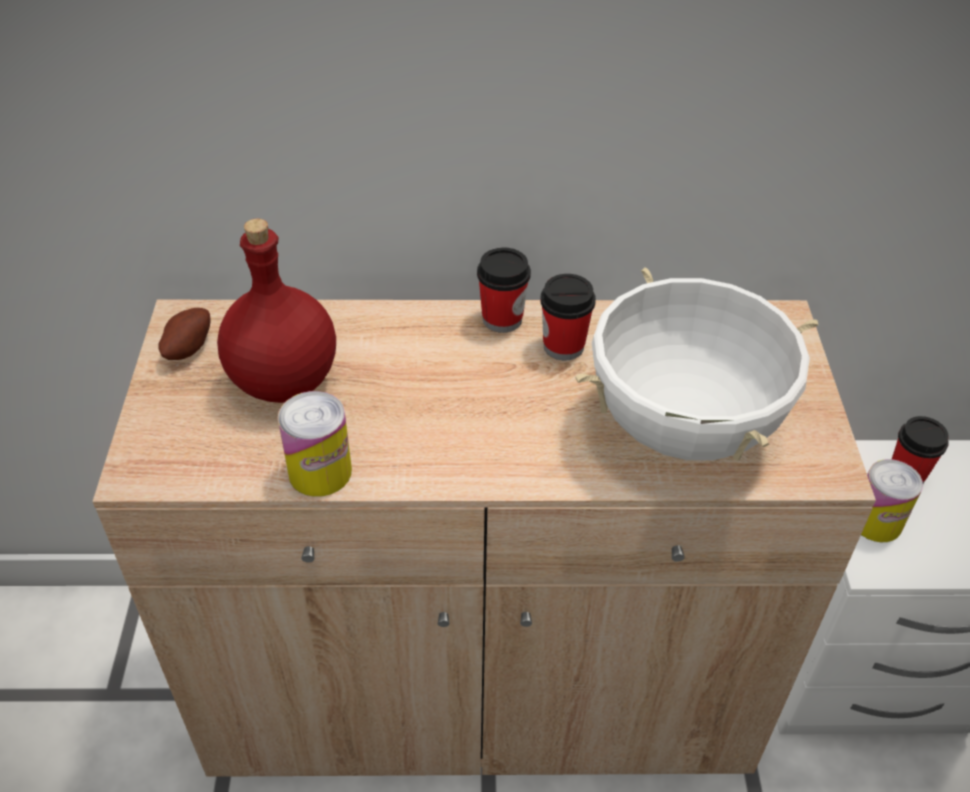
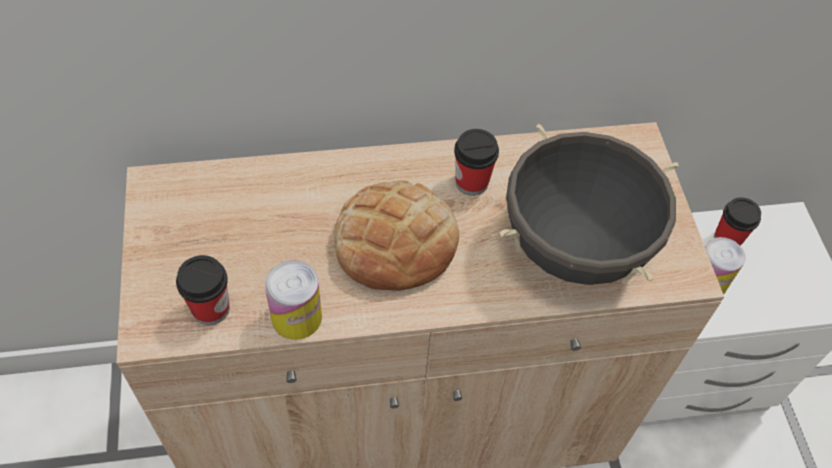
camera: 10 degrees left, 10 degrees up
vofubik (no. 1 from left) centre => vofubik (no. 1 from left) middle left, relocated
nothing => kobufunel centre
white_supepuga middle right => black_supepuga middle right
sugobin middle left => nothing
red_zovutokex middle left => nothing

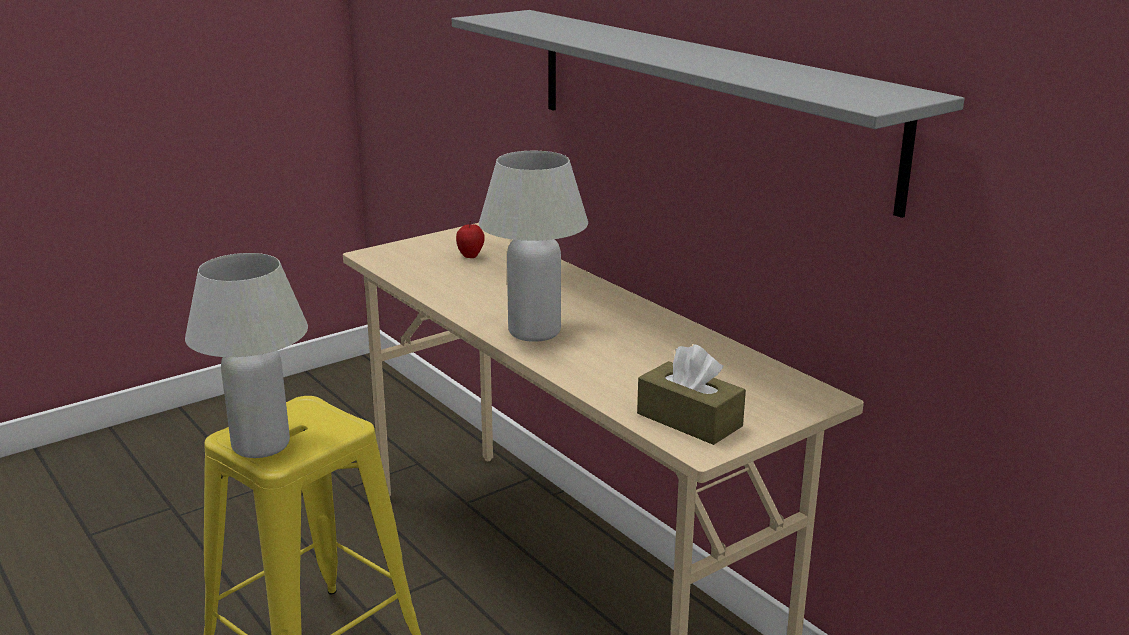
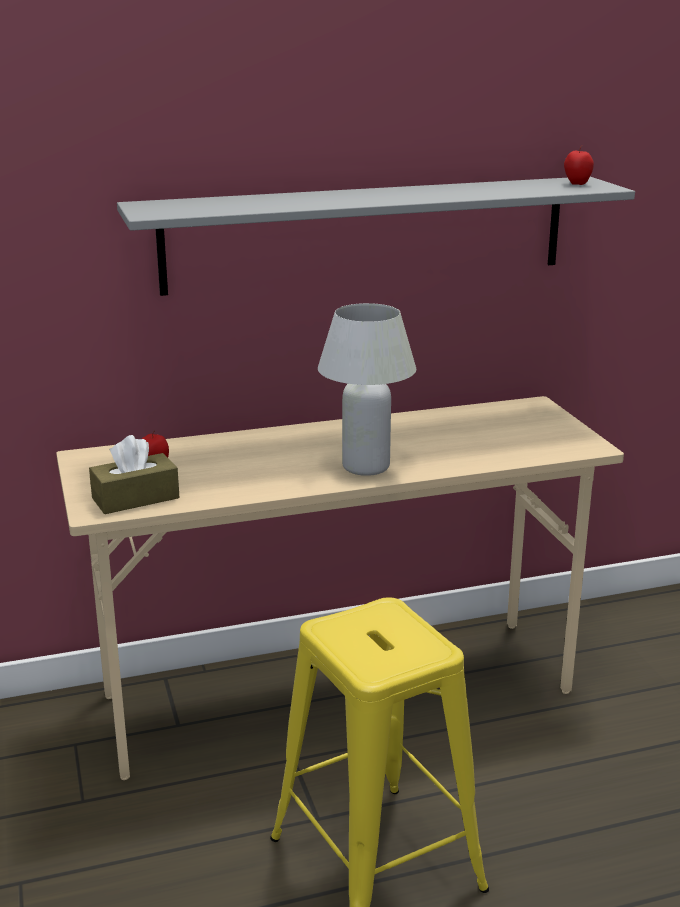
camera: 70 degrees left, 0 degrees up
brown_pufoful centre => brown_pufoful middle left, relocated
nothing => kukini (no. 2 from left) top right
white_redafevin (no. 1 from left) middle left => nothing

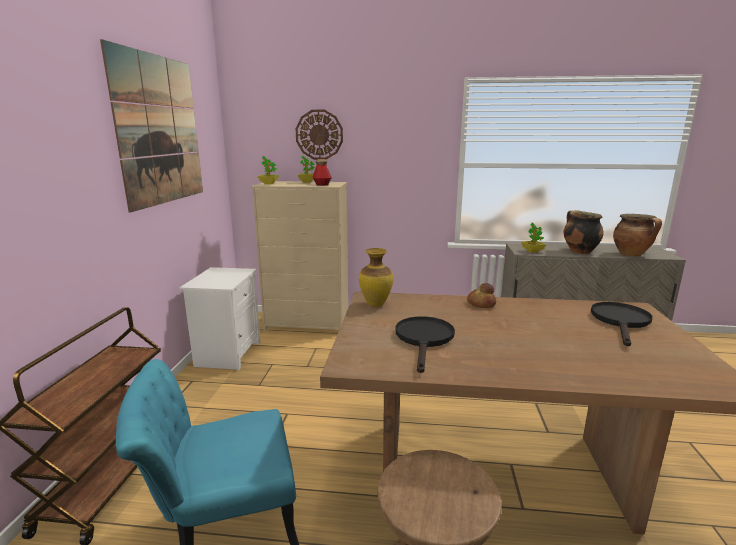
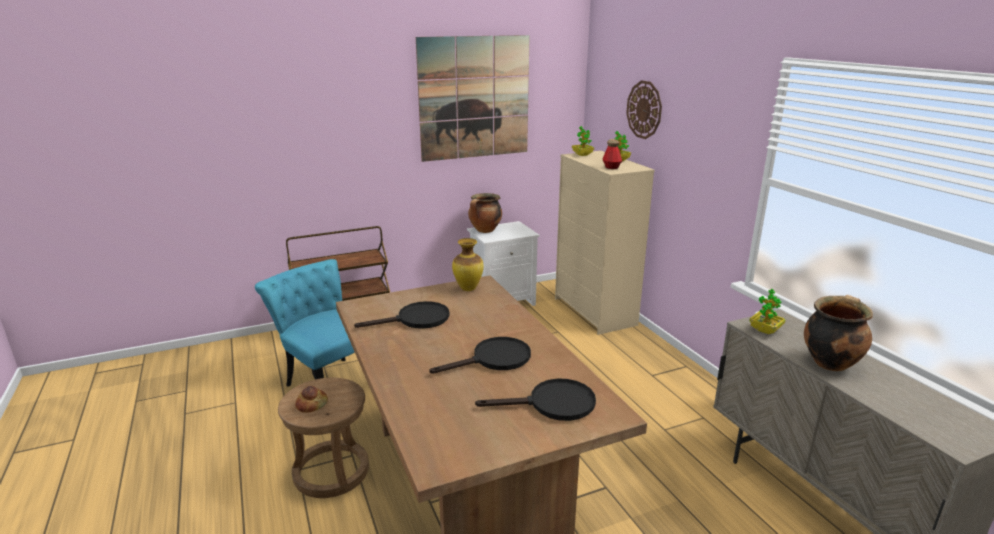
camera: 60 degrees right, 5 degrees up
kobufunel centre => kobufunel bottom left, relocated
nothing => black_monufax (no. 2 from left) centre
supepuga (no. 2 from left in the first image) middle right => supepuga (no. 1 from left) centre, relocated

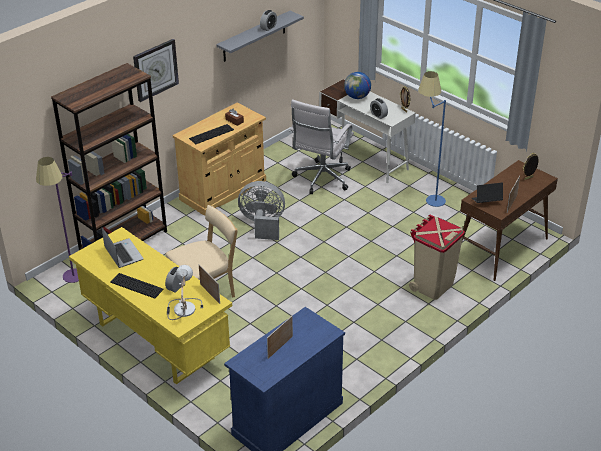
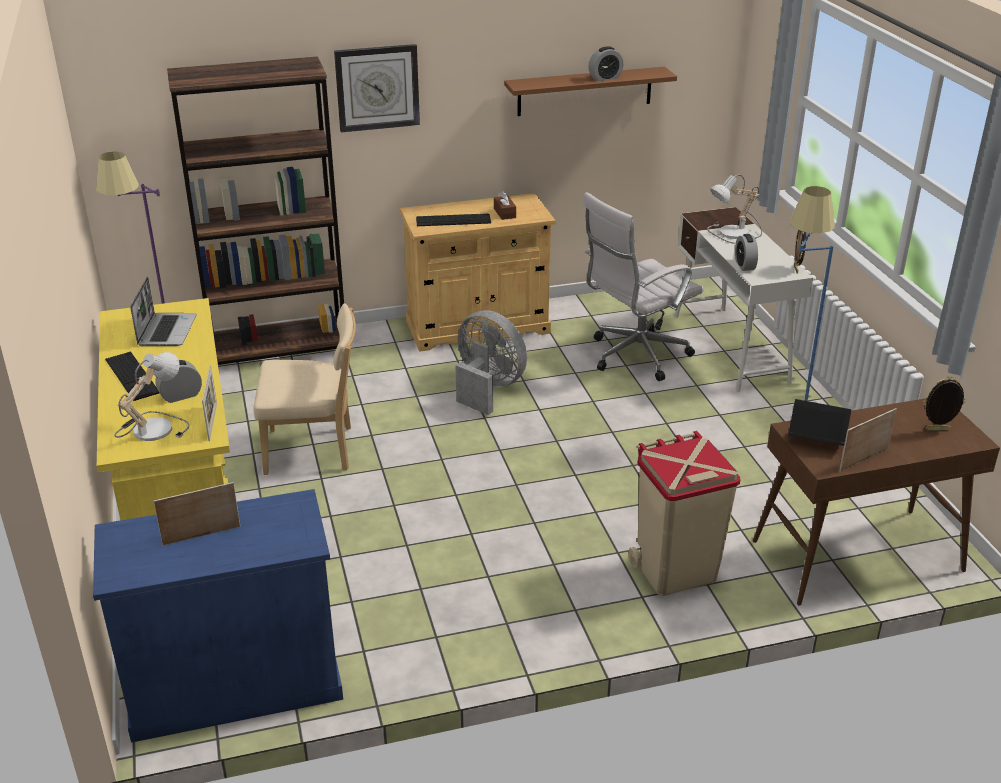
camera: 30 degrees right, 5 degrees down
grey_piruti top centre => brown_piruti top centre
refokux top centre => redafevin (no. 2 from left) top right

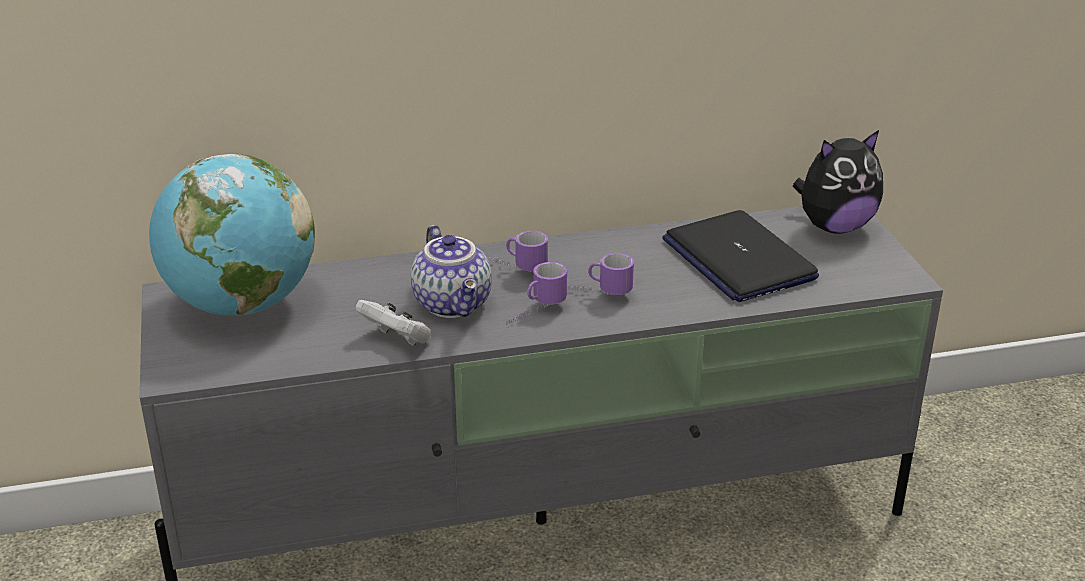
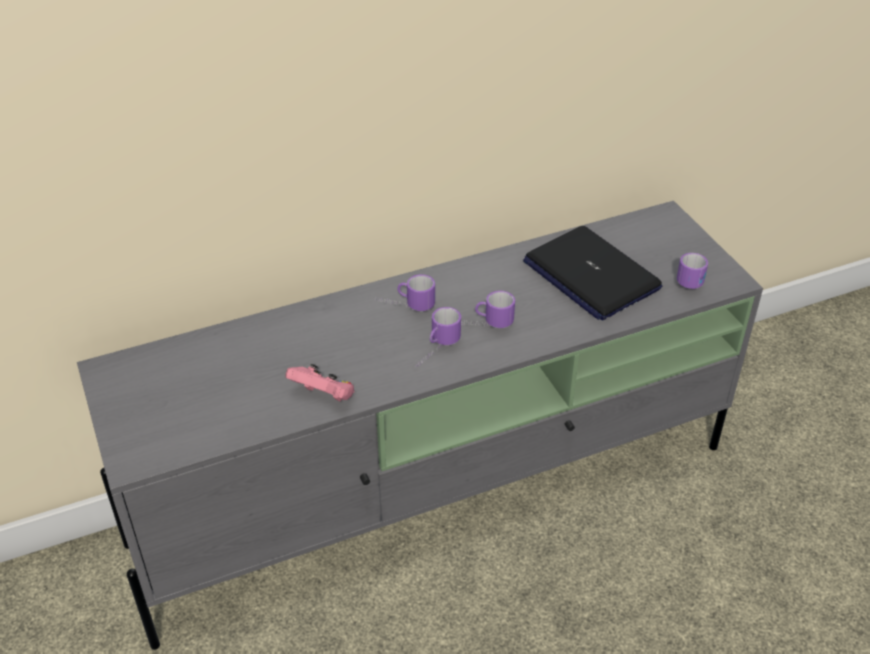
camera: 10 degrees left, 10 degrees up
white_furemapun centre => pink_furemapun centre
nothing => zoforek (no. 4 from left) middle right
refokux middle left => nothing
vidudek centre => nothing
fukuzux top right => nothing

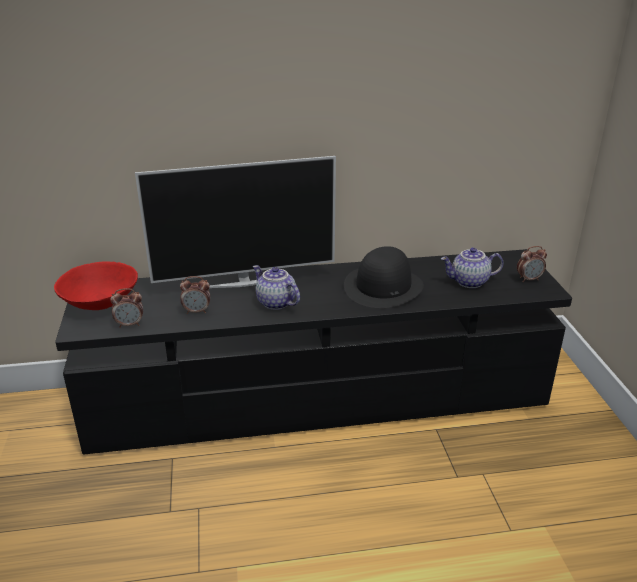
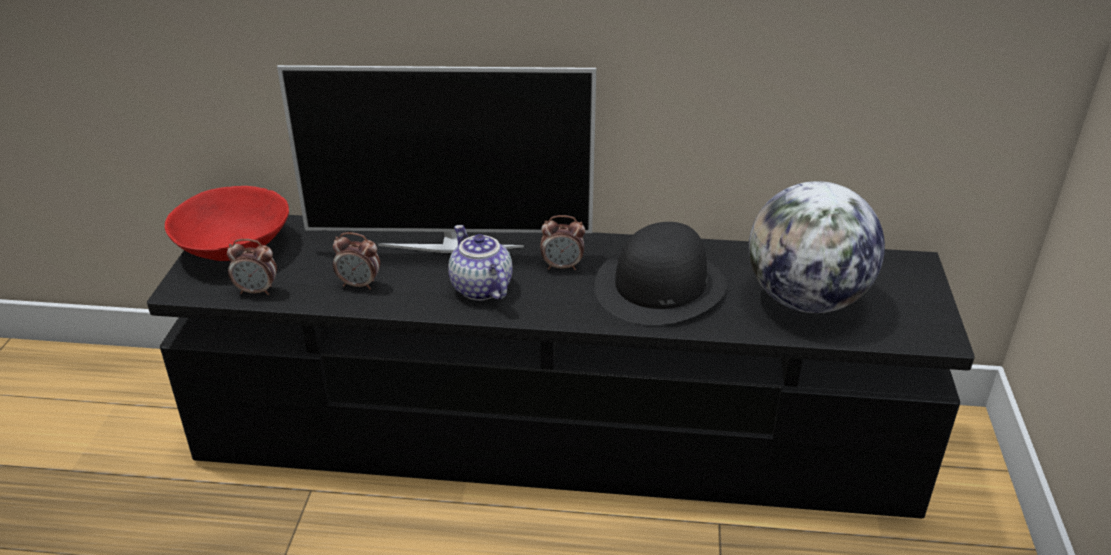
camera: 15 degrees right, 5 degrees up
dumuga (no. 3 from left) middle right => dumuga (no. 3 from left) centre, relocated
vidudek (no. 2 from left) middle right => refokux middle right

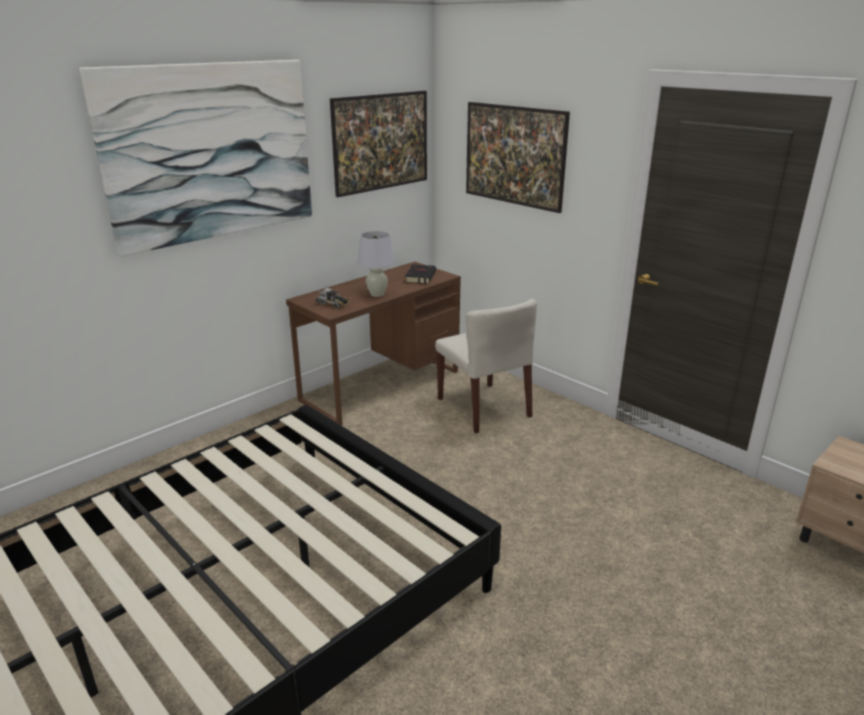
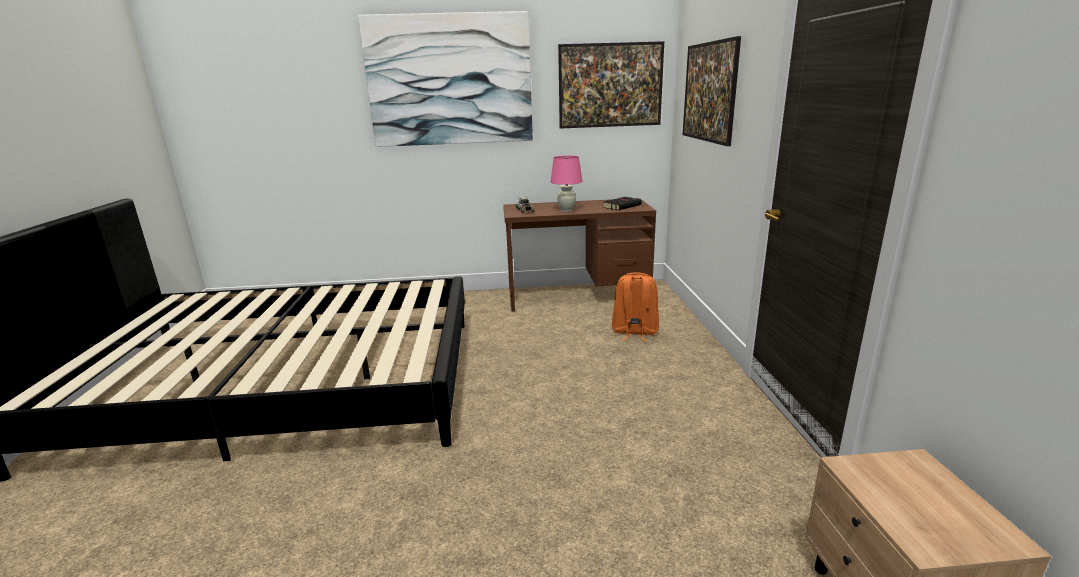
camera: 40 degrees right, 5 degrees down
white_redafevin centre => pink_redafevin top centre
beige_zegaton centre => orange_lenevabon centre

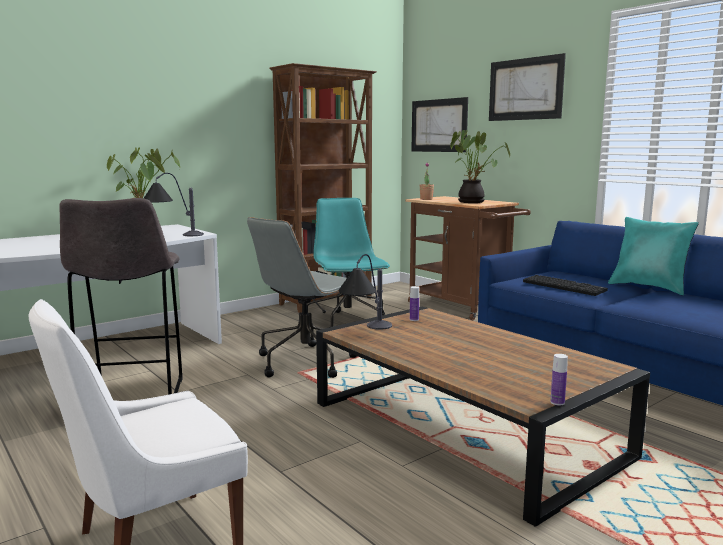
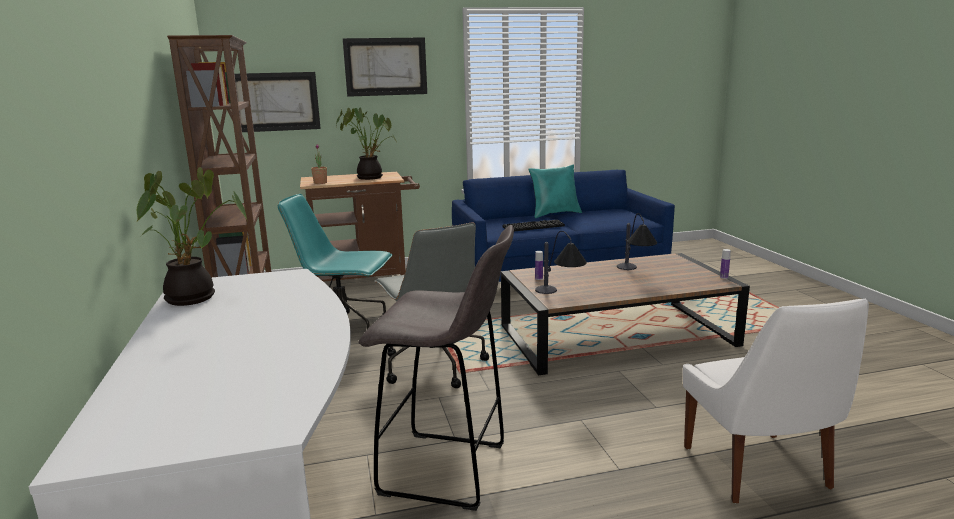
camera: 65 degrees left, 5 degrees up
redafevin (no. 1 from left in the first image) middle left => redafevin (no. 2 from left) middle right, relocated

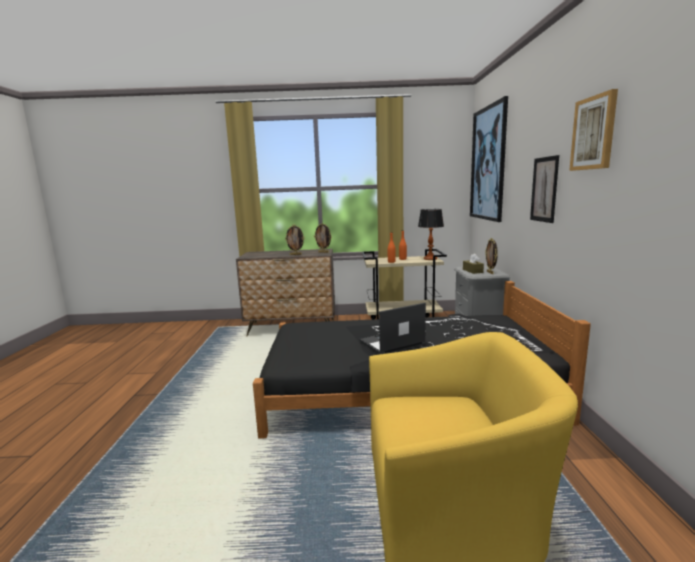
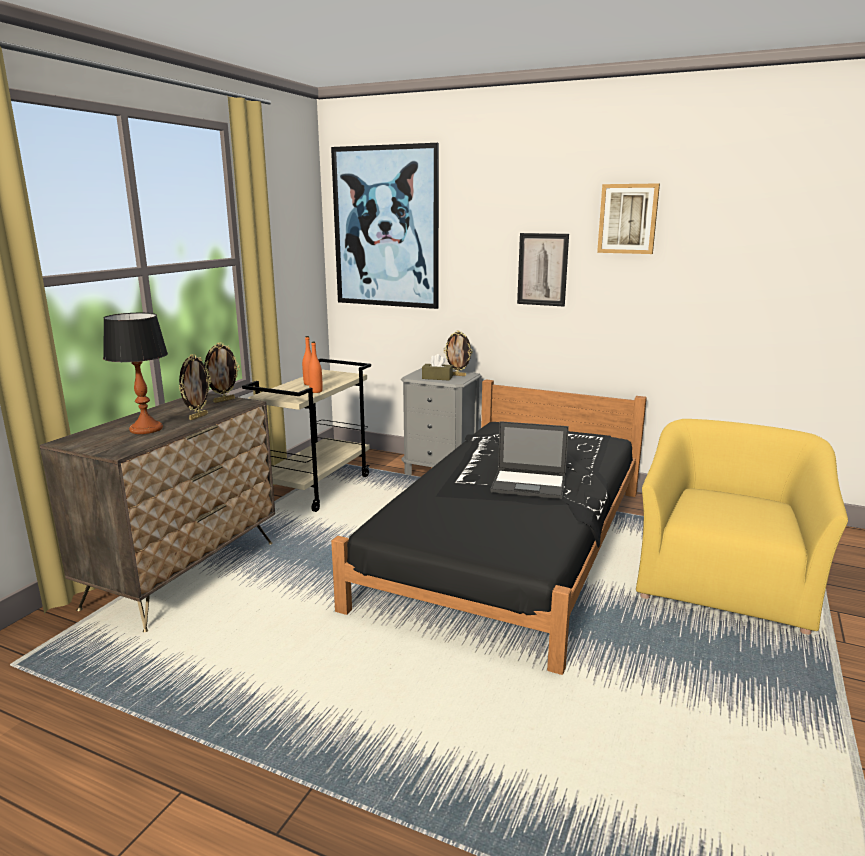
camera: 65 degrees left, 5 degrees up
redafevin centre => redafevin middle left, relocated
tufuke centre, 75 degrees counterclockwise

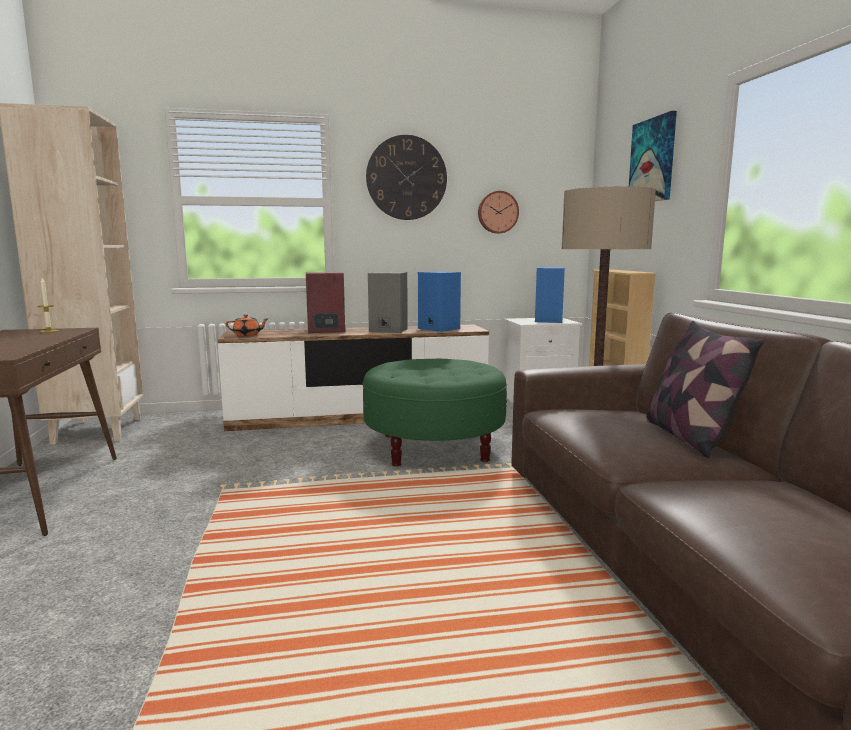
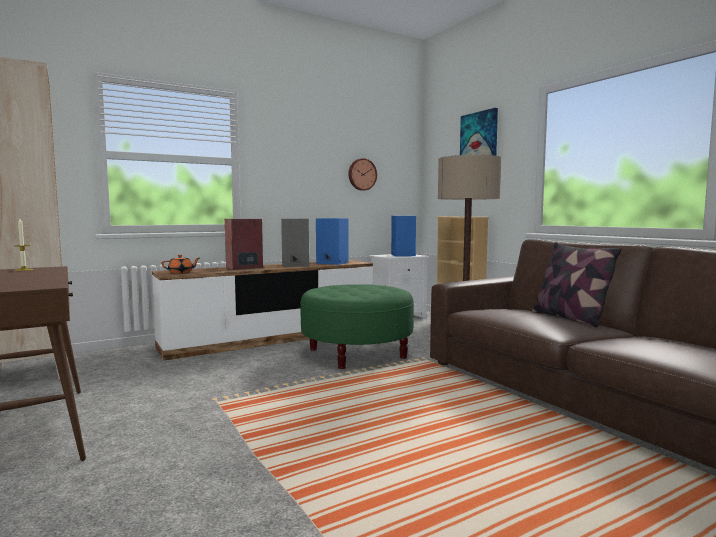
camera: 20 degrees left, 5 degrees down
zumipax (no. 1 from left) top centre => nothing

